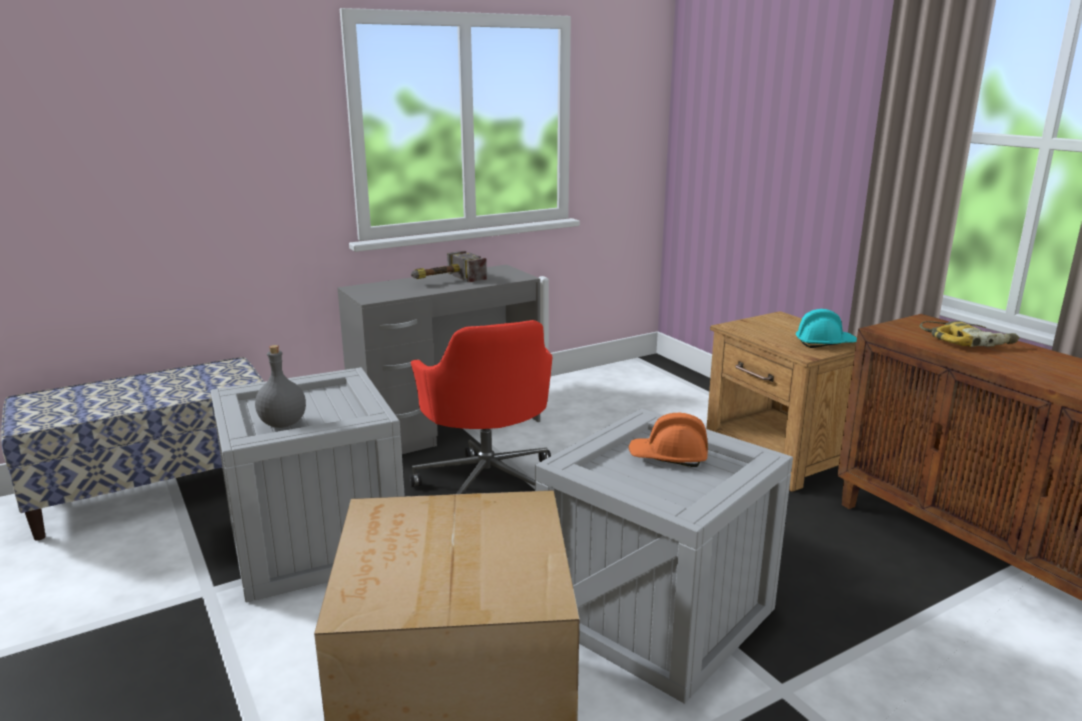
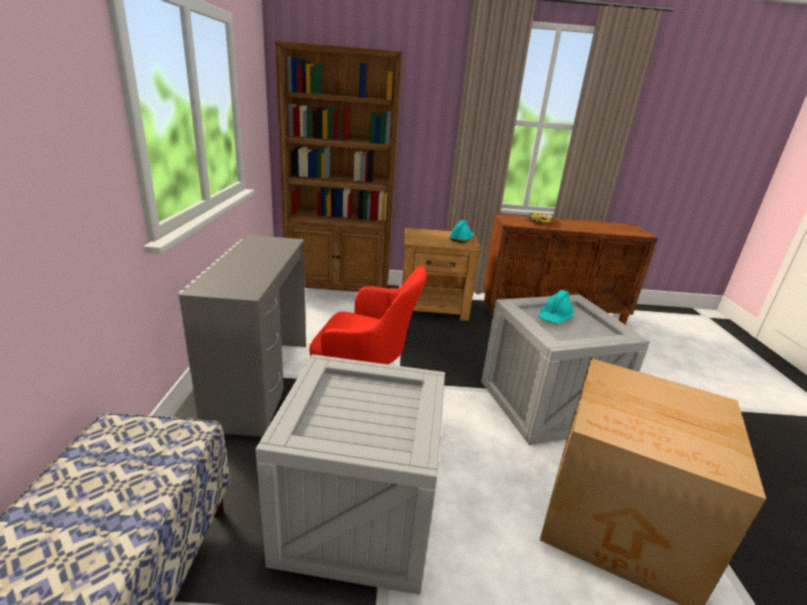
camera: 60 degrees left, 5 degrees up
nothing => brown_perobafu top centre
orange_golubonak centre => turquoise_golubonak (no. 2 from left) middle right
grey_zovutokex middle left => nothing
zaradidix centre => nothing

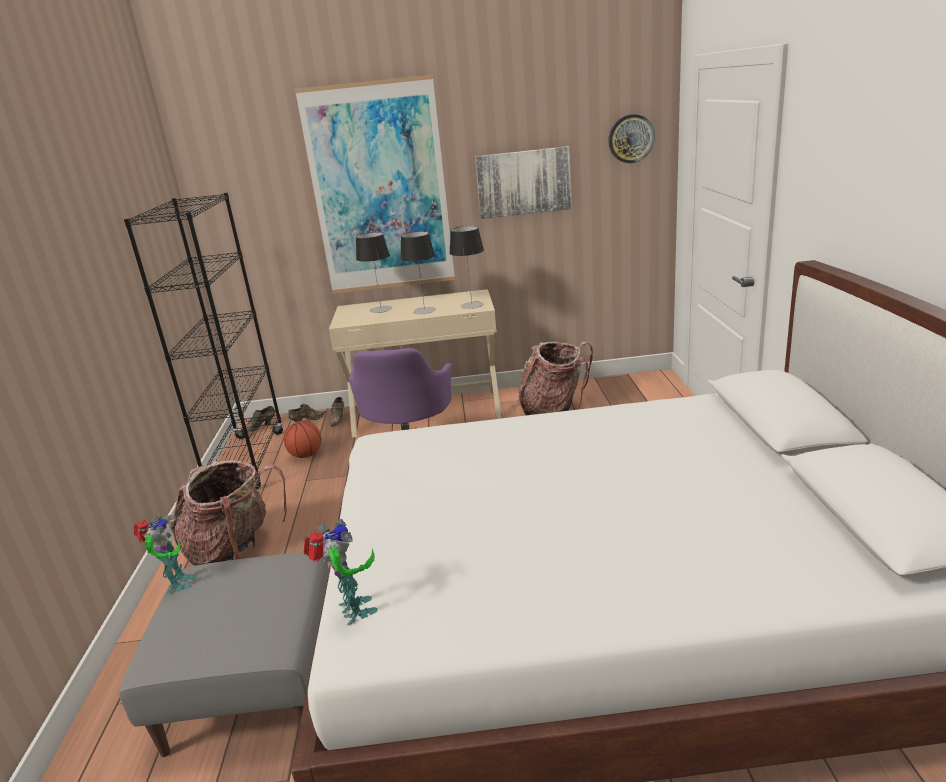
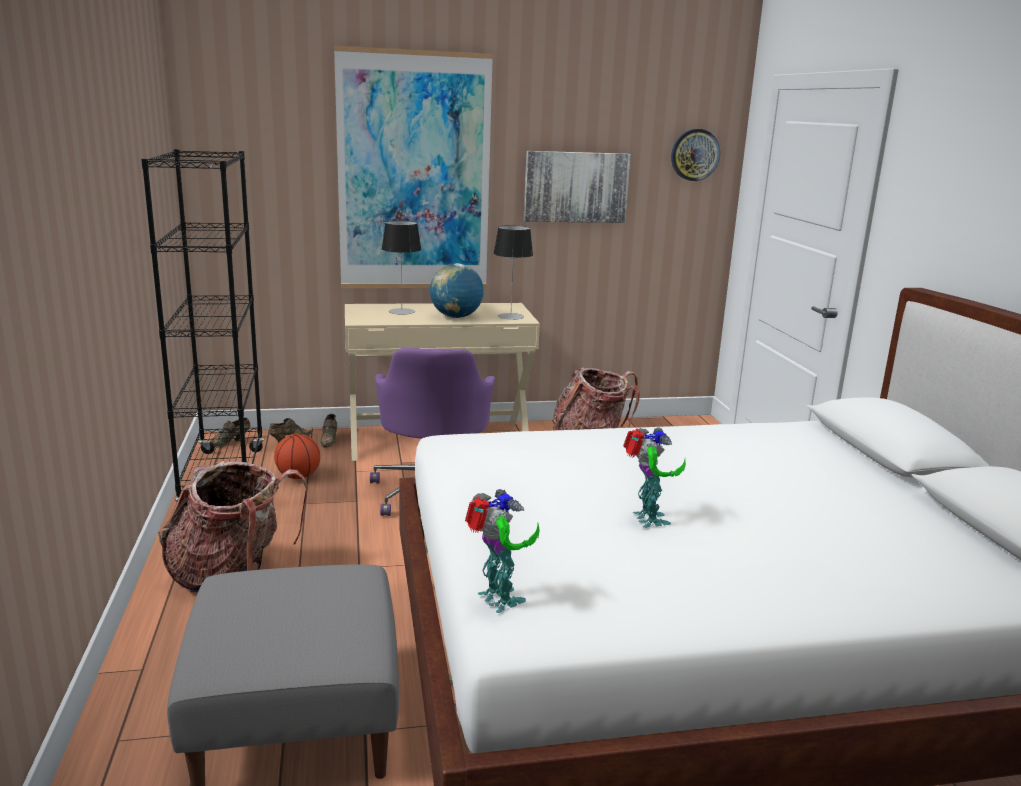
camera: 10 degrees left, 5 degrees down
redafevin (no. 2 from left) centre => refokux centre
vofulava (no. 1 from left in the first image) bottom left => vofulava (no. 2 from left) centre, relocated

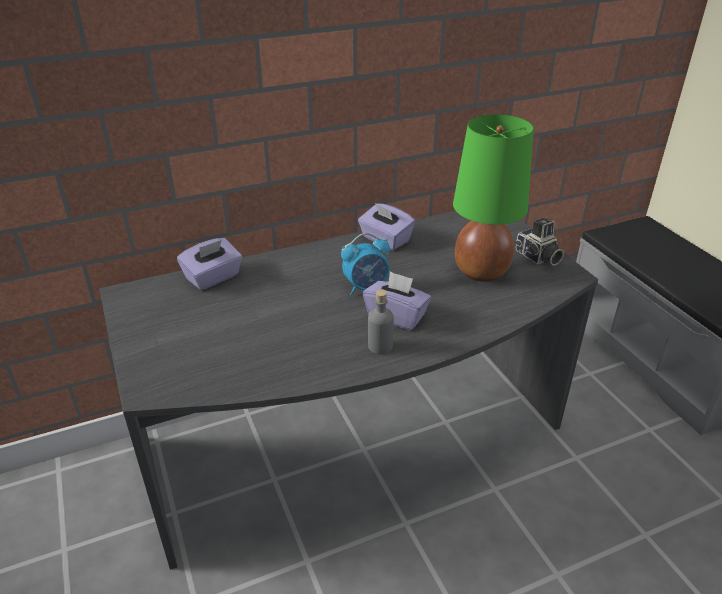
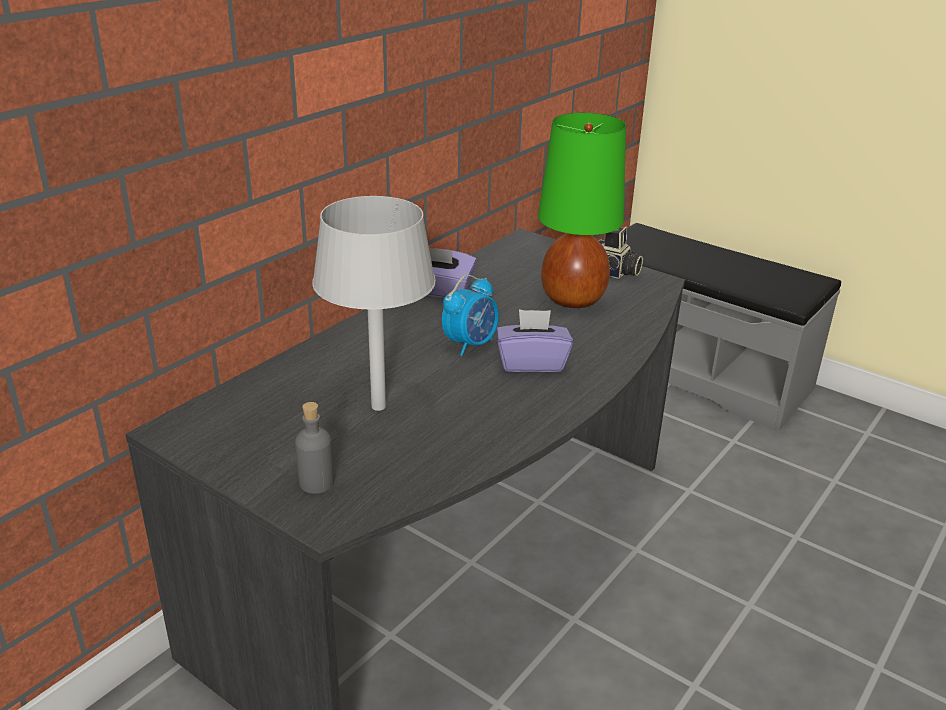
camera: 30 degrees left, 5 degrees down
grey_zovutokex centre => grey_zovutokex middle left, relocated
nothing => grey_redafevin centre
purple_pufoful (no. 1 from left) middle left => nothing

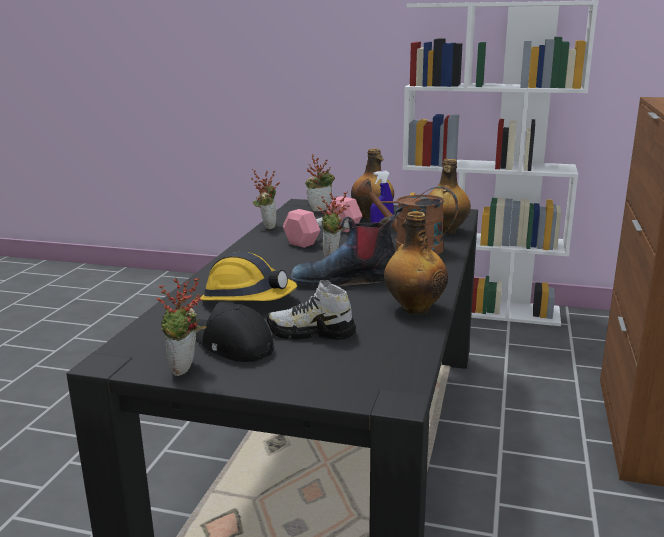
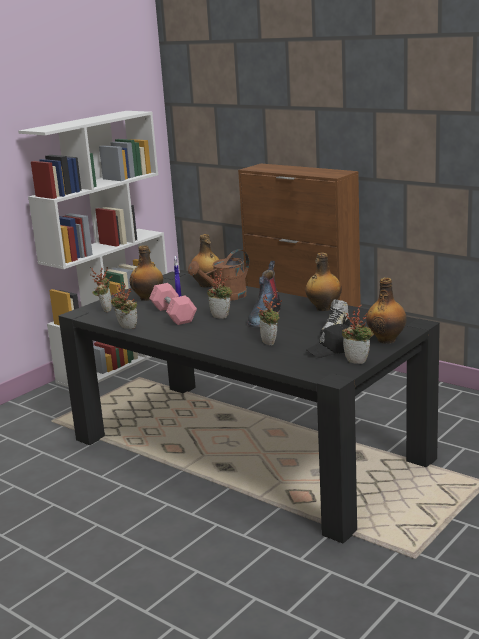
camera: 65 degrees left, 0 degrees up
golubonak centre => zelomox (no. 4 from left) centre
nothing => zovutokex (no. 4 from left) middle right

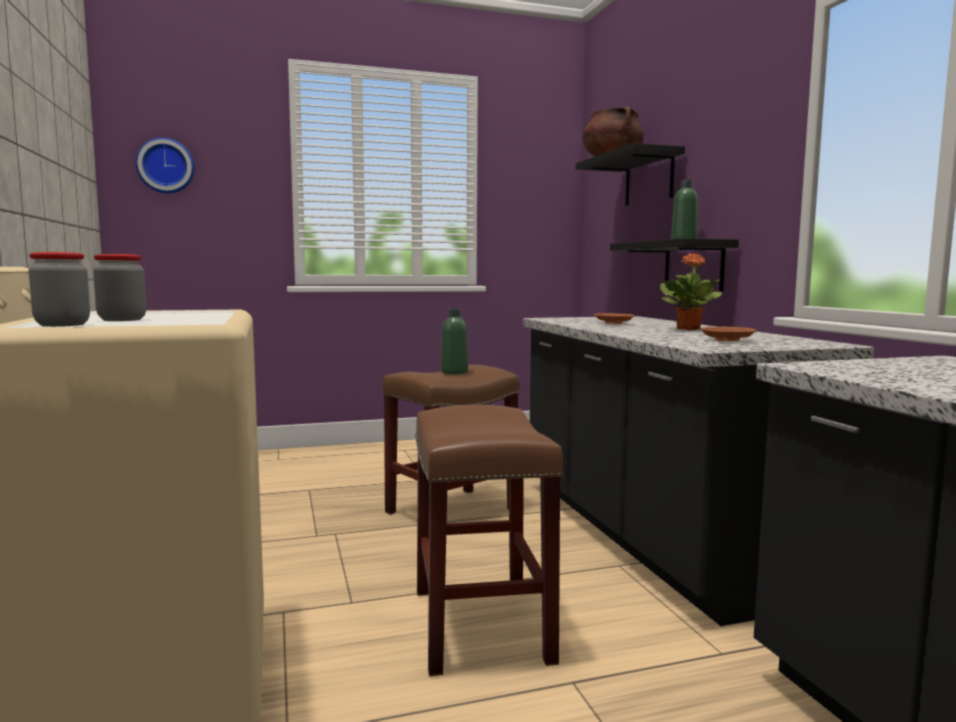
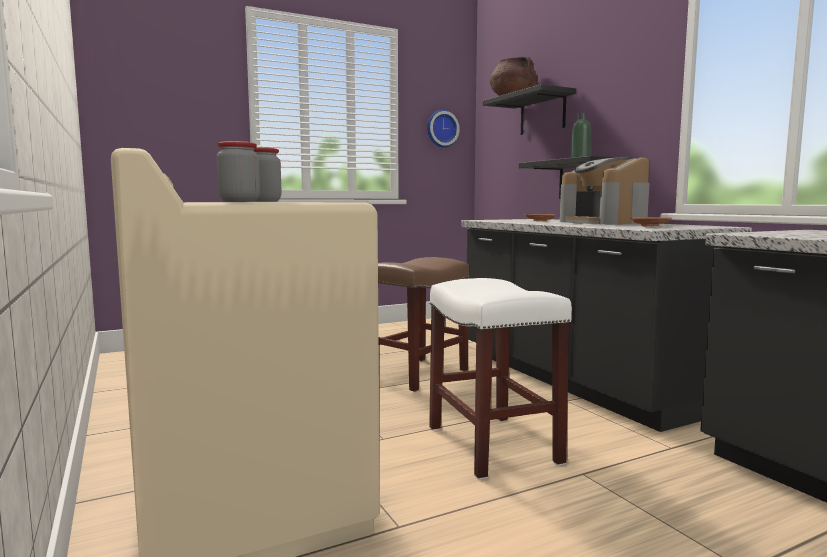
camera: 10 degrees left, 0 degrees up
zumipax top left => zumipax top centre, relocated
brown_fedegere (no. 2 from left) bottom centre => white_fedegere bottom centre
zelomox middle right => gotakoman middle right
green_zovutokex (no. 1 from left) centre => nothing

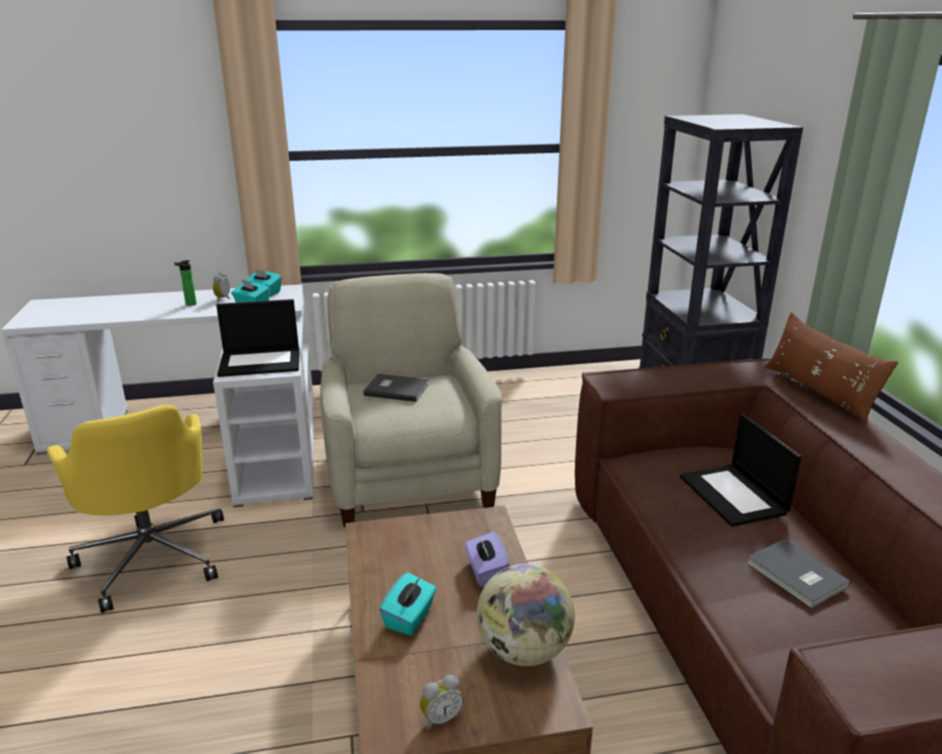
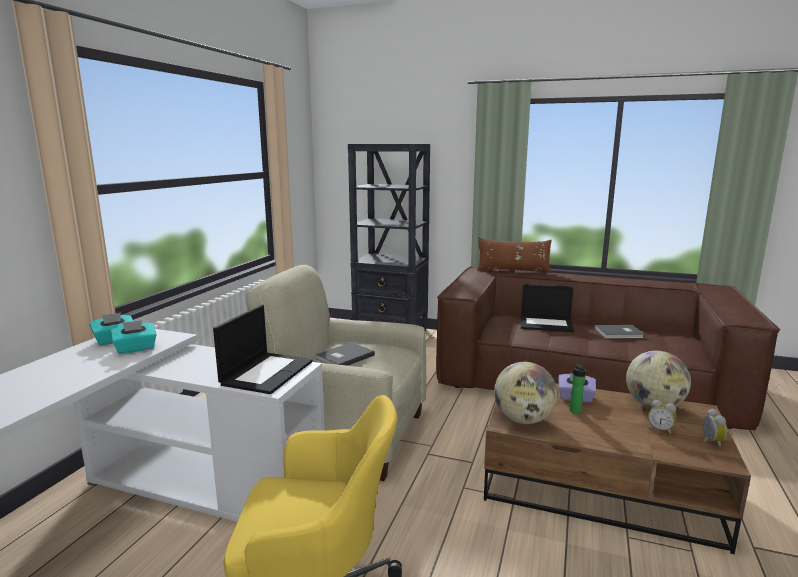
camera: 60 degrees left, 10 degrees down
nothing => refokux (no. 1 from left) bottom centre
zovutokex middle left => zovutokex bottom right, relocated
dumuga (no. 1 from left) middle left => dumuga (no. 1 from left) bottom right, relocated
turquoise_pufoful (no. 3 from left) bottom centre => nothing

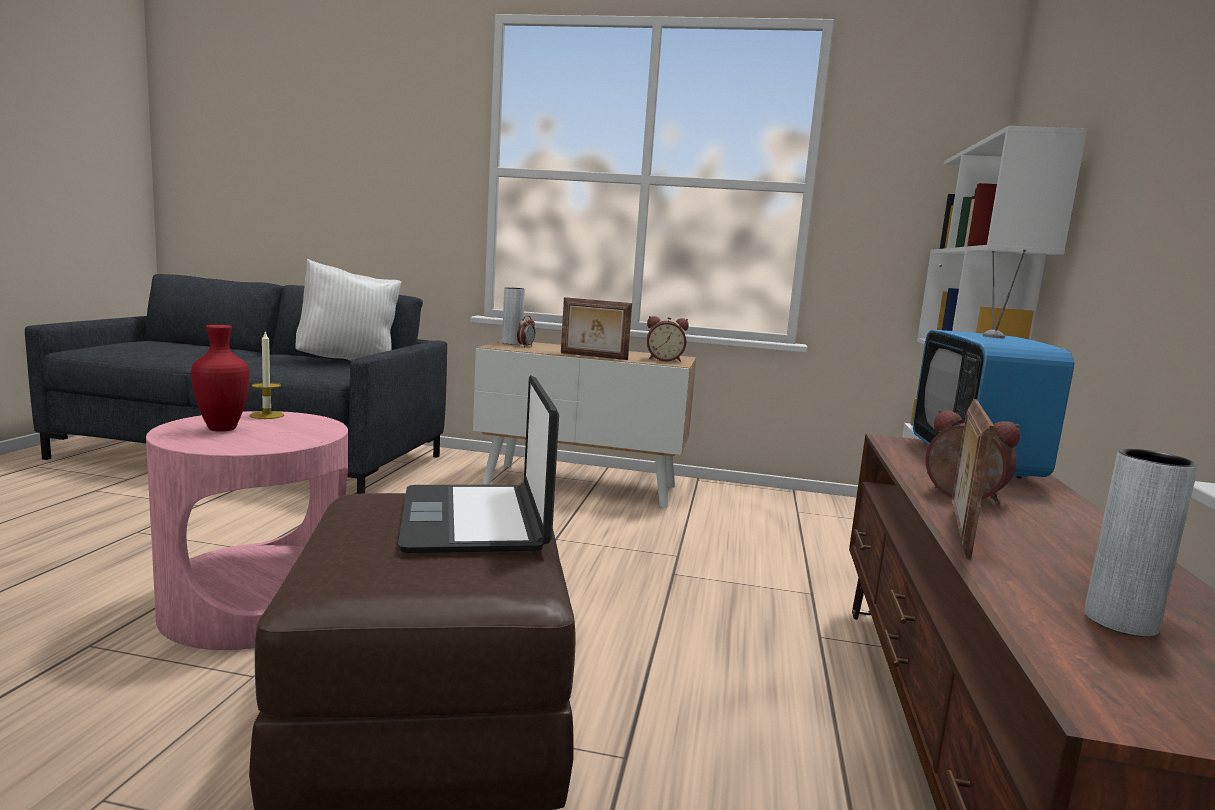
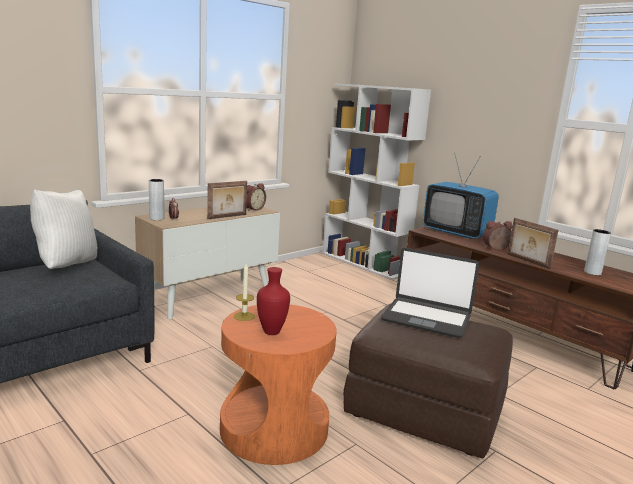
camera: 55 degrees left, 5 degrees up
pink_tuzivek middle left => orange_tuzivek bottom centre

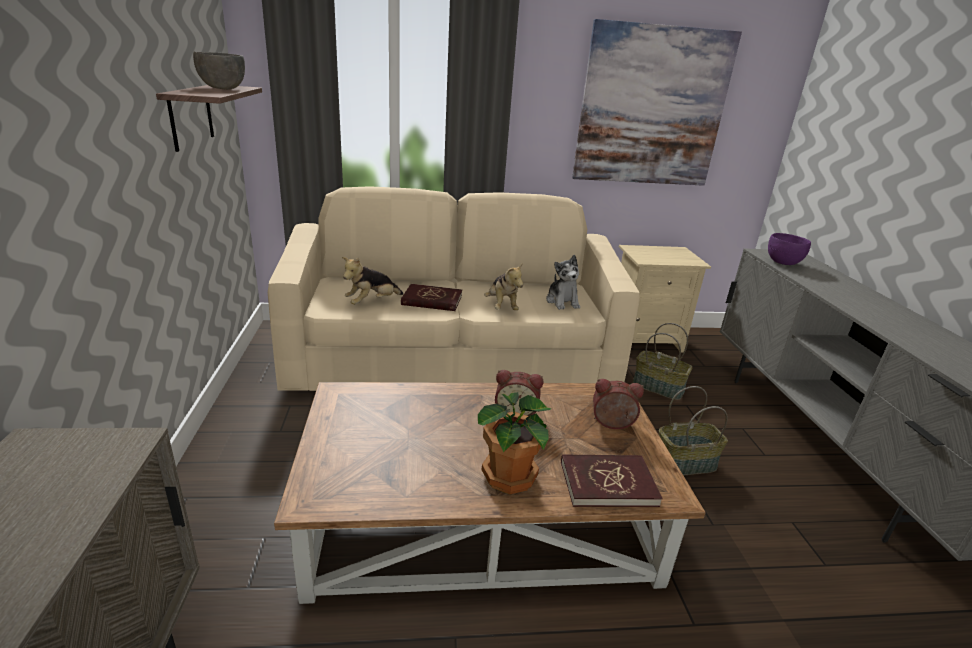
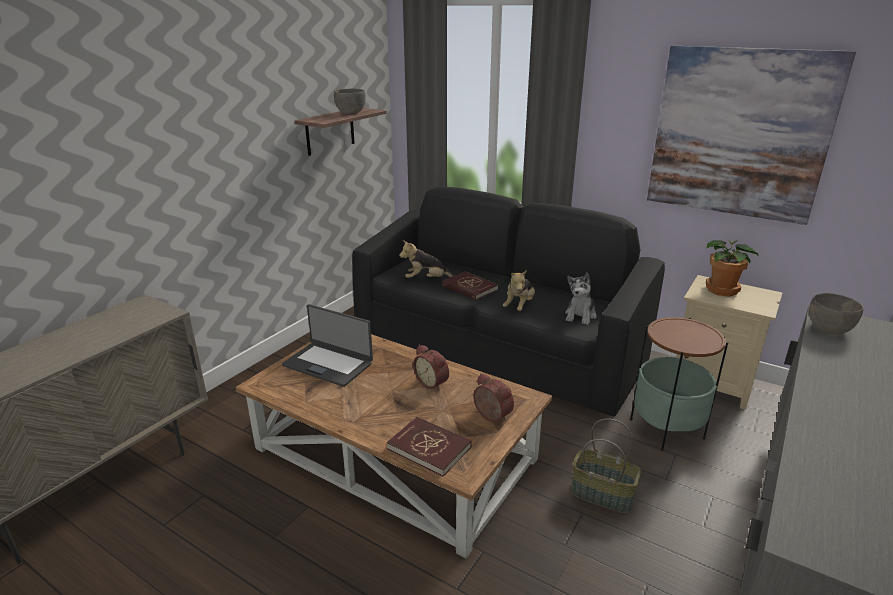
camera: 40 degrees right, 0 degrees up
nothing => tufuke centre
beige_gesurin centre => black_gesurin centre
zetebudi (no. 1 from left) middle right => tuzivek middle right
zelomox bottom centre => zelomox middle right, relocated
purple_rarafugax middle right => grey_rarafugax (no. 2 from left) middle right

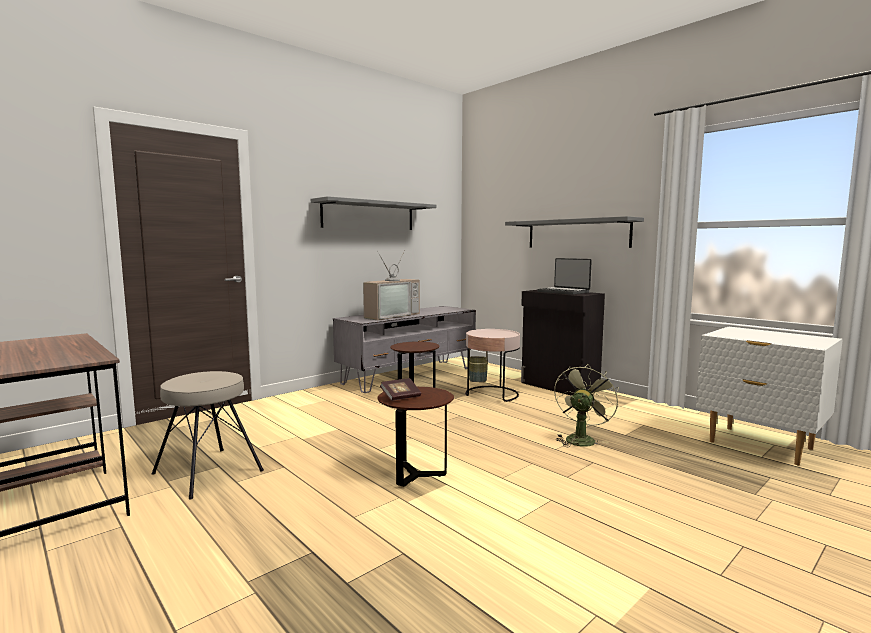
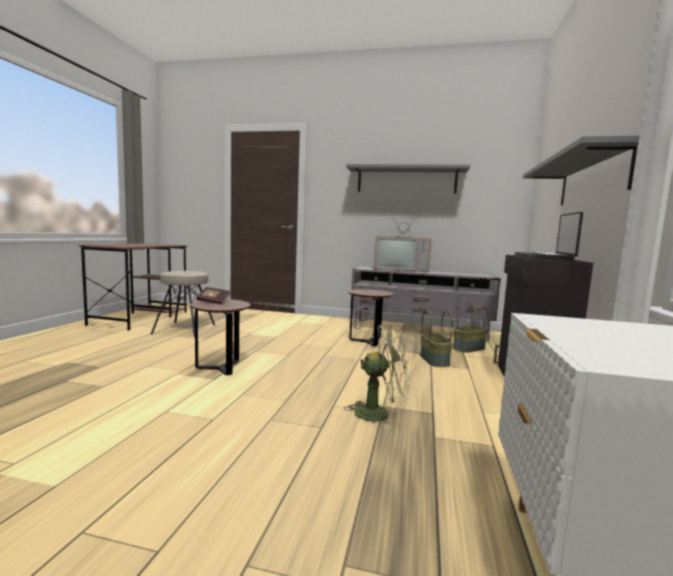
camera: 55 degrees right, 0 degrees up
pink_tuzivek centre => zetebudi (no. 1 from left) centre

